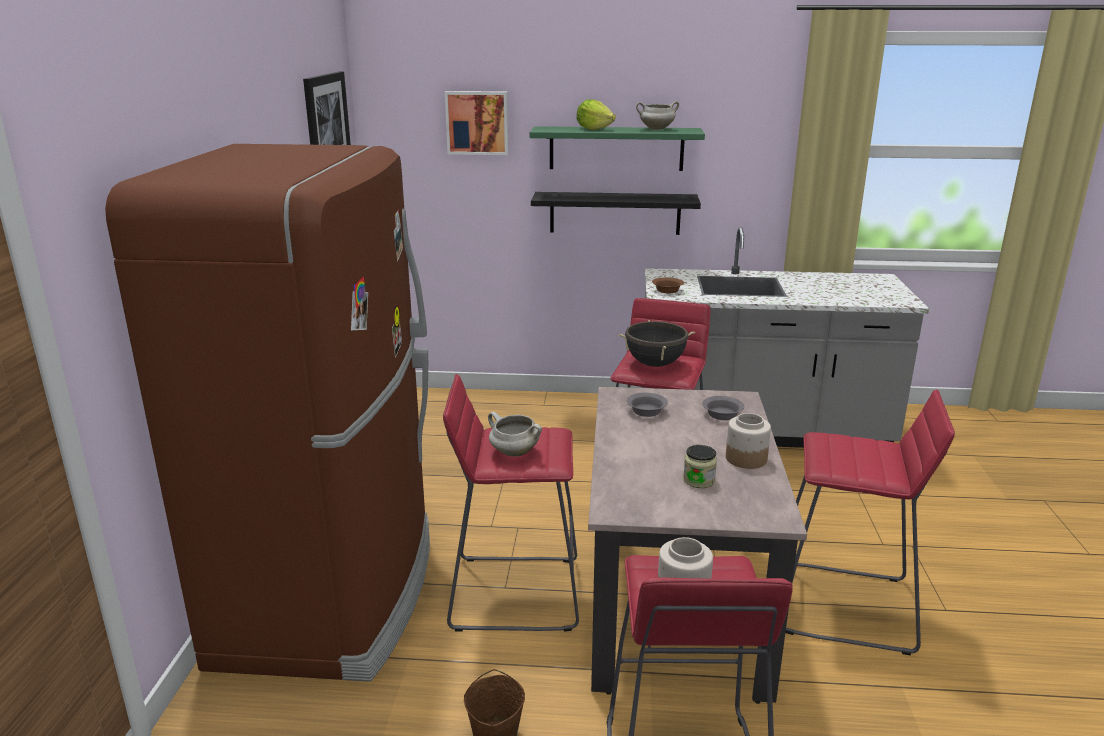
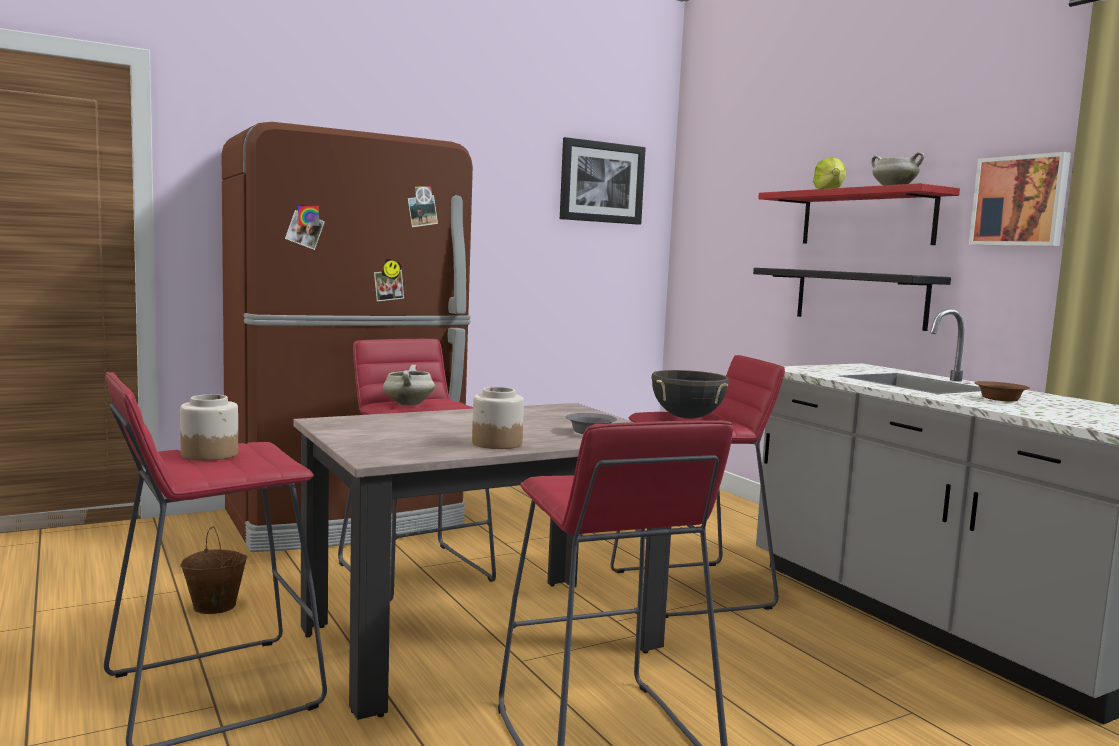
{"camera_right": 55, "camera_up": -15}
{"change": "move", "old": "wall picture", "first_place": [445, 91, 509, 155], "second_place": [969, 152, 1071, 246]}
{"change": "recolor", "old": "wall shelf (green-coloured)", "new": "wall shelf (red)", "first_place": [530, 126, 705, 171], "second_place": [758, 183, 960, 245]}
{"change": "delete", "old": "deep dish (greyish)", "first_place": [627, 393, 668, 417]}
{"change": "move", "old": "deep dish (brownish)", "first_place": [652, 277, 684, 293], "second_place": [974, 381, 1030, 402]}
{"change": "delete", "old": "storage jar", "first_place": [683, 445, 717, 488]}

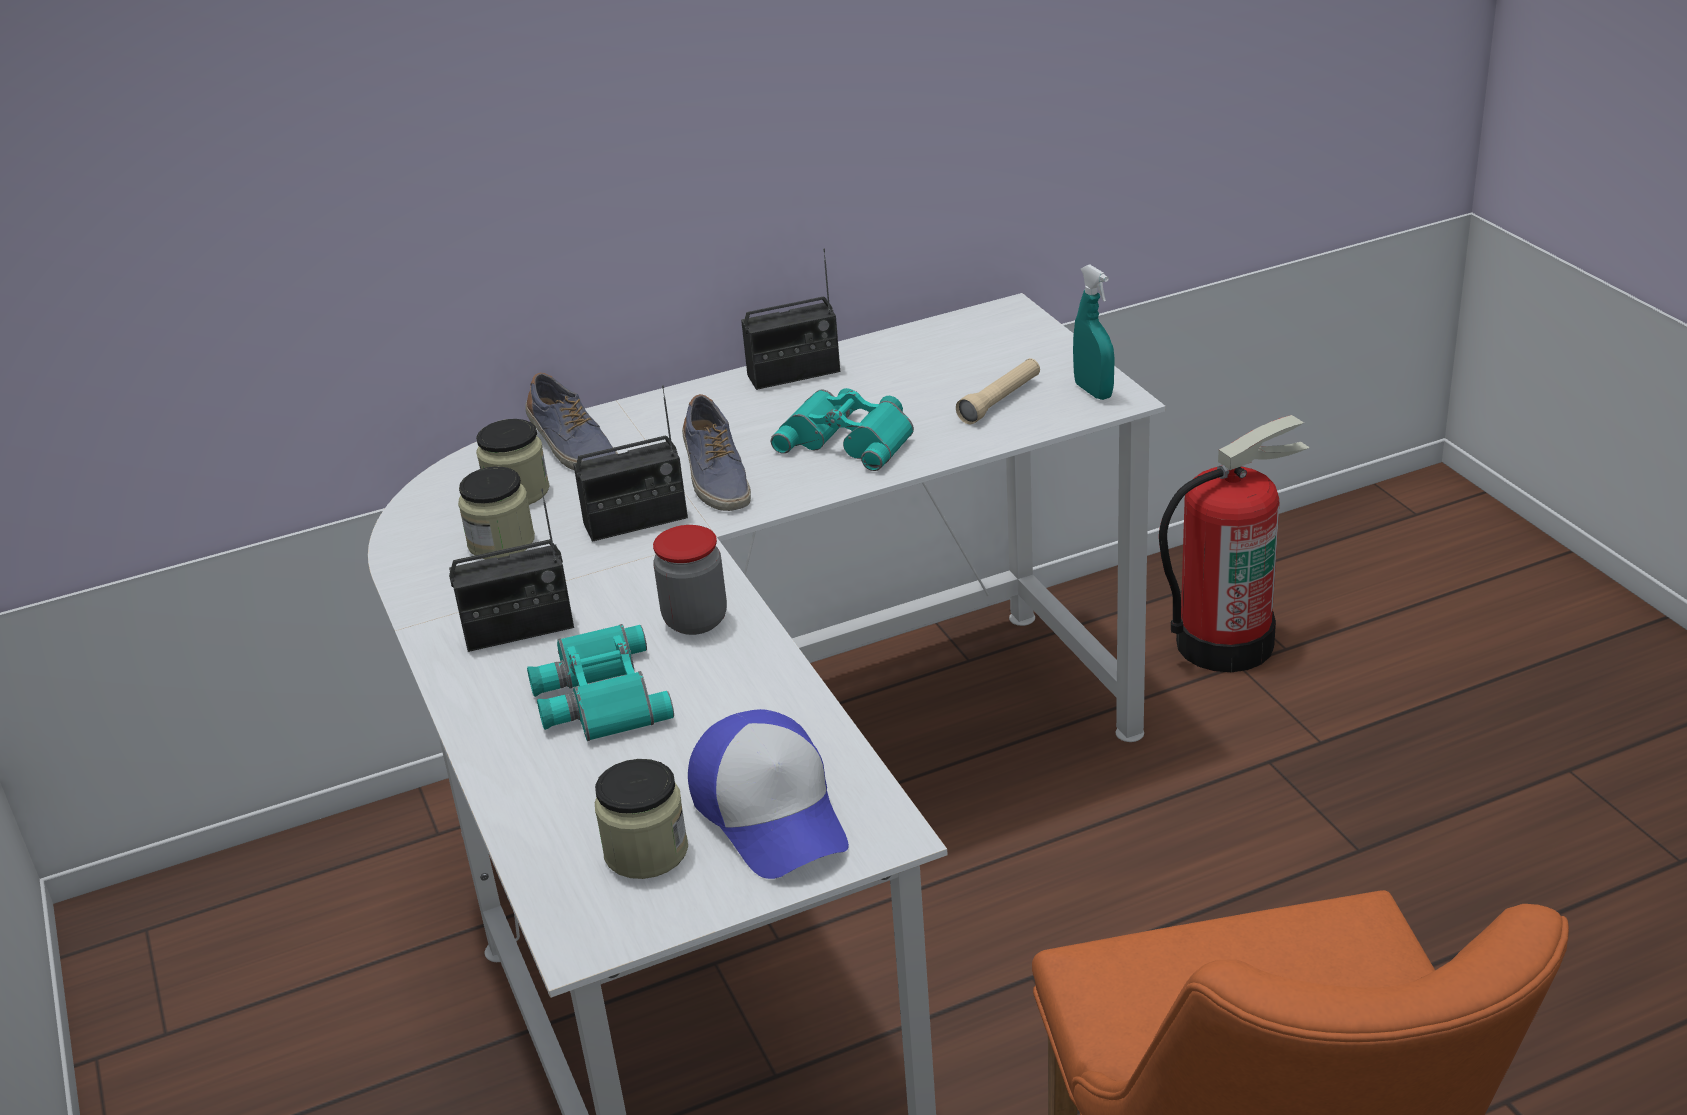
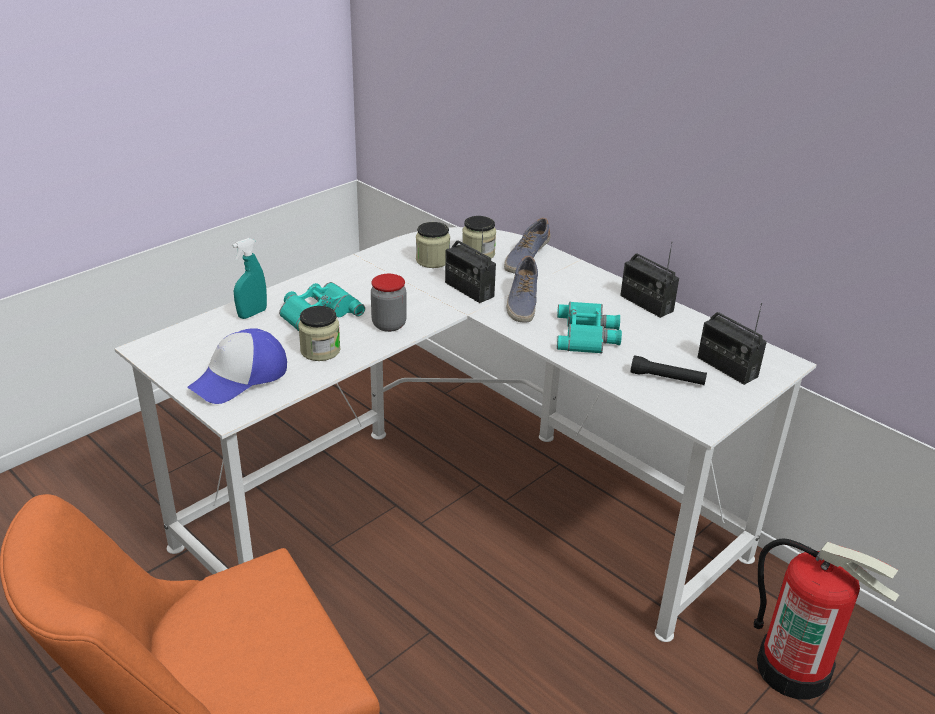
{"camera_right": 65, "camera_up": 0}
{"change": "move", "old": "radio receiver", "first_place": [449, 489, 574, 652], "second_place": [697, 303, 767, 385]}
{"change": "move", "old": "storage jar", "first_place": [595, 759, 688, 879], "second_place": [298, 306, 341, 361]}
{"change": "rotate", "old": "item of footwear", "first_place": [682, 394, 751, 511], "second_place": [506, 256, 538, 323], "degrees": -45}
{"change": "recolor", "old": "hand torch (beige-coloured)", "new": "hand torch (black-coloured)", "first_place": [956, 358, 1040, 425], "second_place": [631, 355, 707, 385]}
{"change": "move", "old": "sprayer (blue-green)", "first_place": [1073, 264, 1115, 400], "second_place": [232, 238, 267, 319]}

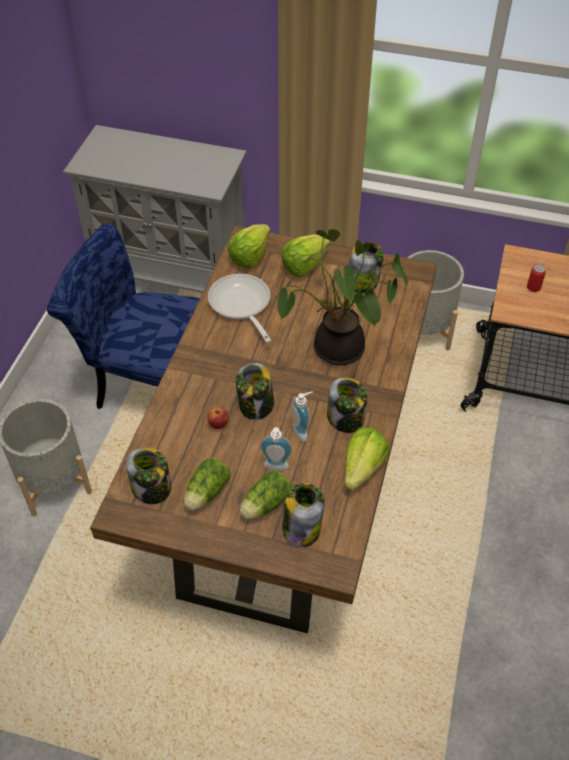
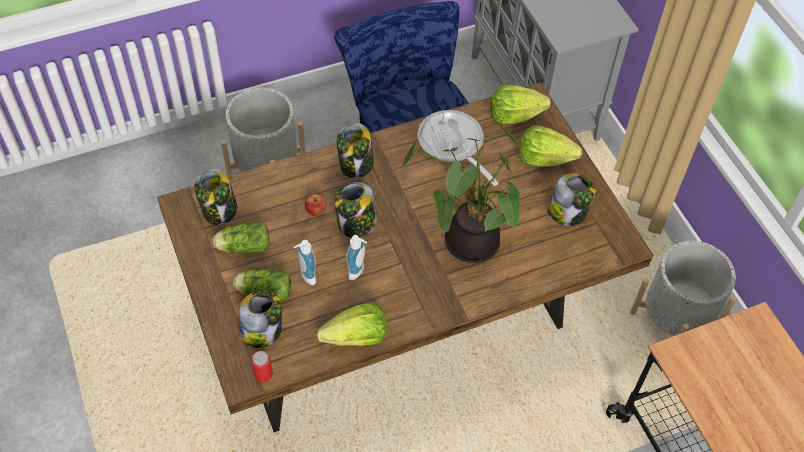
{"camera_right": 50, "camera_up": 5}
{"change": "rotate", "old": "pan", "first_place": [208, 274, 271, 343], "second_place": [418, 110, 499, 186], "degrees": -60}
{"change": "move", "old": "storage jar", "first_place": [327, 377, 367, 433], "second_place": [337, 123, 374, 179]}
{"change": "move", "old": "sealed can", "first_place": [527, 264, 546, 292], "second_place": [251, 351, 273, 382]}

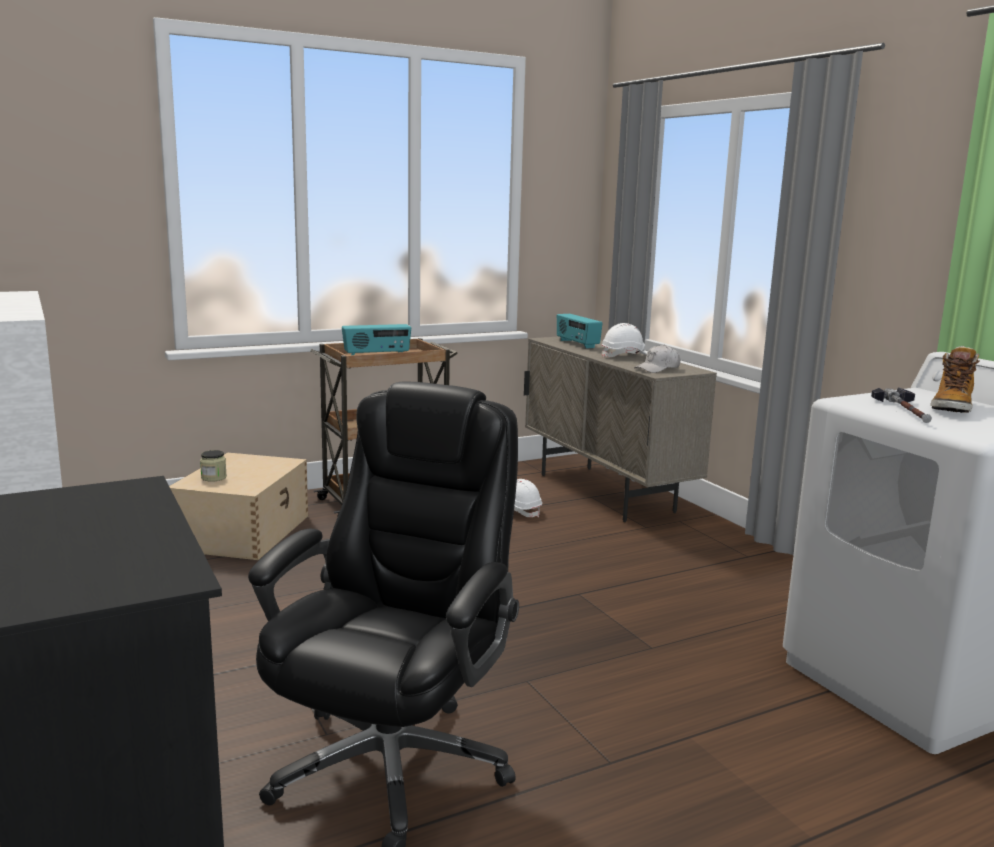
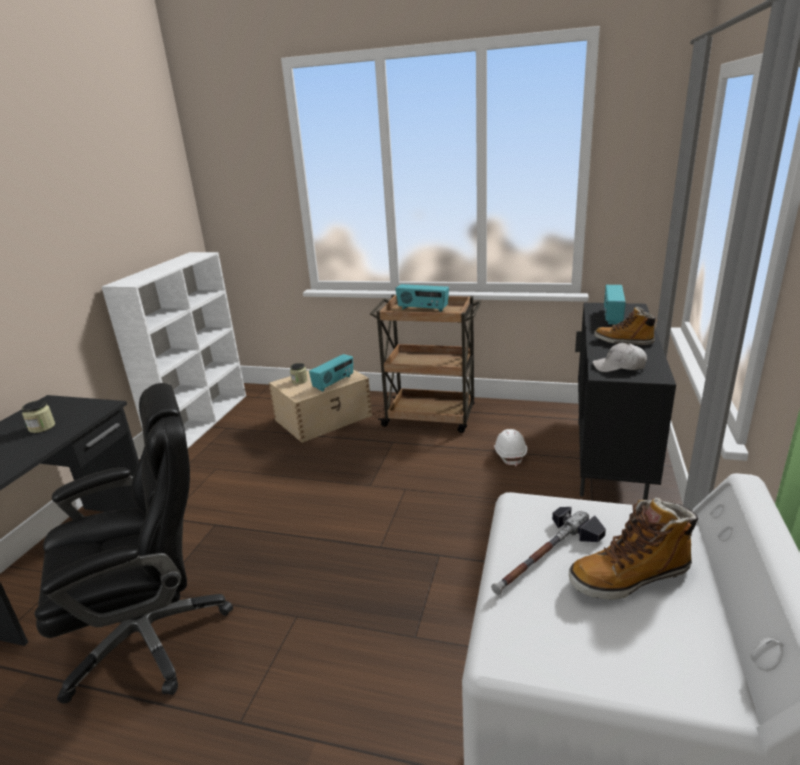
{"camera_right": 45, "camera_up": 10}
{"change": "recolor", "old": "cupboard (beige-coloured)", "new": "cupboard (black-coloured)", "first_place": [524, 337, 717, 522], "second_place": [575, 303, 676, 500]}
{"change": "replace", "old": "safety helmet (whitish)", "new": "boot", "first_place": [602, 323, 647, 358], "second_place": [594, 306, 658, 345]}
{"change": "insert", "new": "storage jar", "second_place": [22, 400, 55, 433]}
{"change": "insert", "new": "radio receiver", "second_place": [309, 354, 353, 391]}

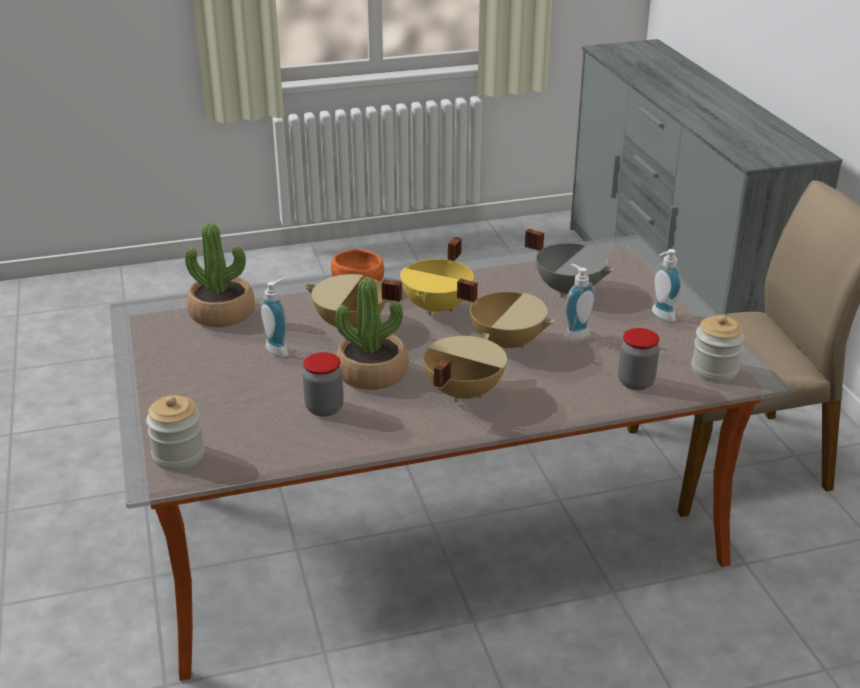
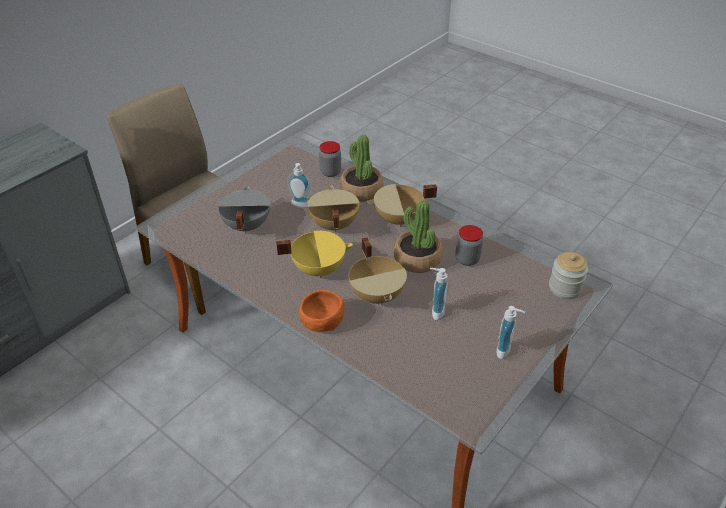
{"camera_right": -125, "camera_up": 10}
{"change": "move", "old": "potted plant", "first_place": [185, 223, 255, 327], "second_place": [340, 135, 383, 202]}
{"change": "move", "old": "soap bottle", "first_place": [652, 249, 682, 322], "second_place": [496, 306, 525, 359]}
{"change": "delete", "old": "storage jar", "first_place": [691, 315, 744, 382]}

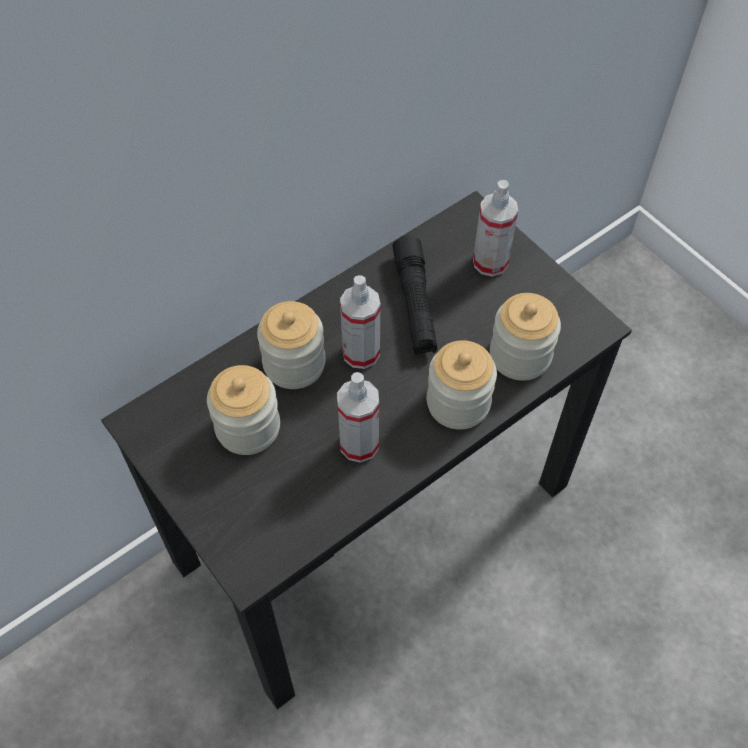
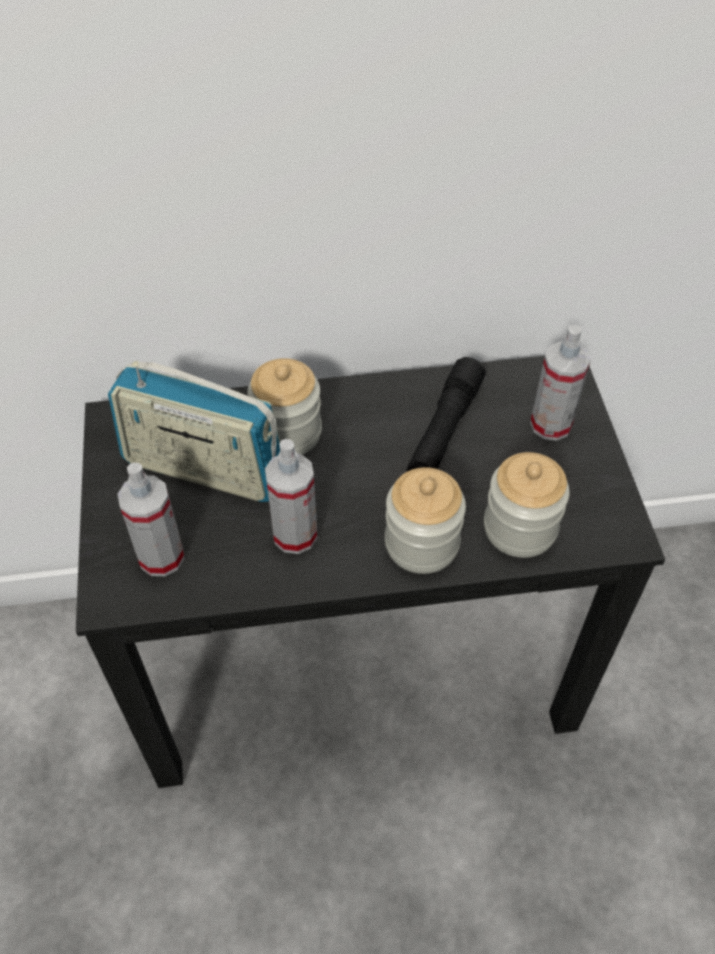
{"camera_right": 30, "camera_up": -5}
{"change": "replace", "old": "storage jar", "new": "radio receiver", "first_place": [207, 365, 280, 455], "second_place": [108, 361, 280, 502]}
{"change": "move", "old": "sprayer", "first_place": [340, 275, 380, 369], "second_place": [118, 462, 185, 576]}

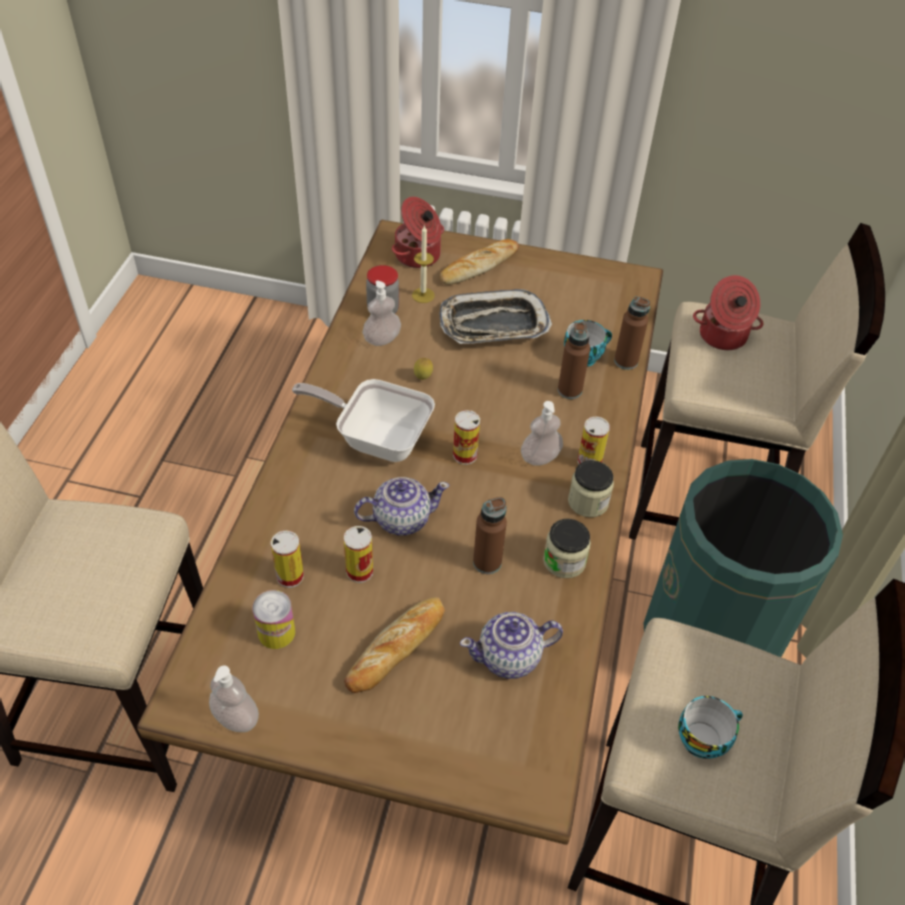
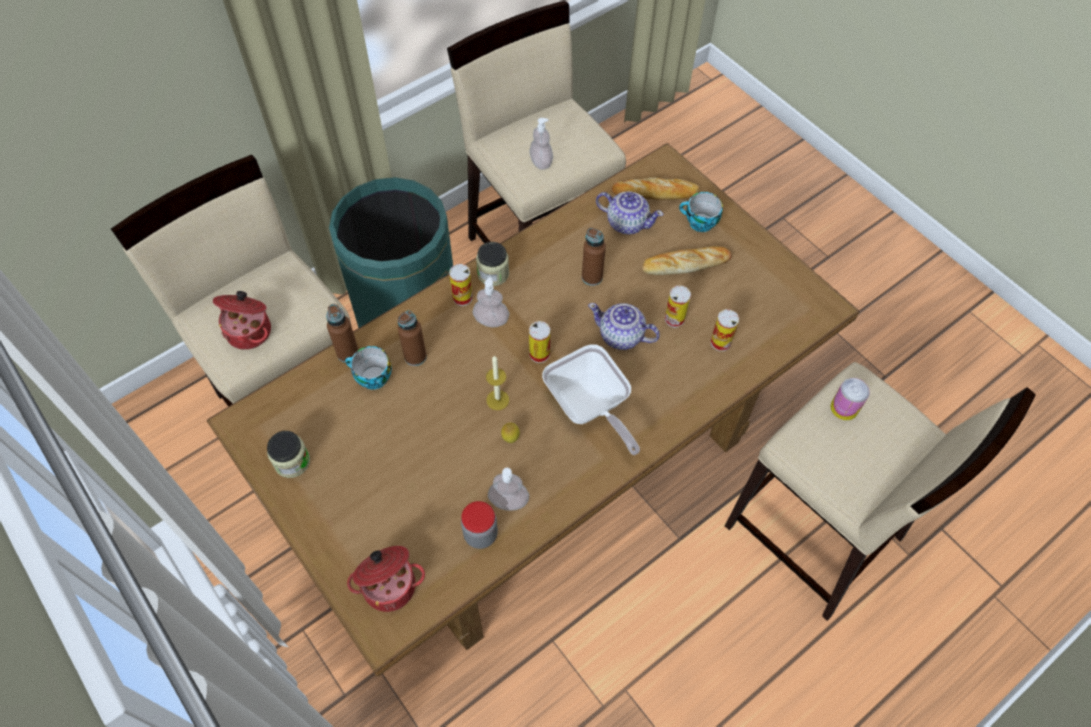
{"camera_right": -140, "camera_up": 10}
{"change": "move", "old": "soap bottle", "first_place": [209, 666, 259, 732], "second_place": [529, 118, 553, 170]}
{"change": "move", "old": "sealed can", "first_place": [252, 590, 295, 649], "second_place": [831, 378, 870, 420]}
{"change": "move", "old": "wax candle", "first_place": [412, 225, 435, 303], "second_place": [486, 355, 509, 410]}
{"change": "move", "old": "bakery bread", "first_place": [440, 239, 519, 285], "second_place": [612, 177, 700, 200]}
{"change": "delete", "old": "serving tray", "first_place": [440, 289, 552, 344]}
{"change": "move", "old": "storage jar", "first_place": [543, 519, 591, 578], "second_place": [267, 431, 310, 478]}
{"change": "move", "old": "small cup", "first_place": [678, 696, 743, 759], "second_place": [679, 192, 723, 232]}

